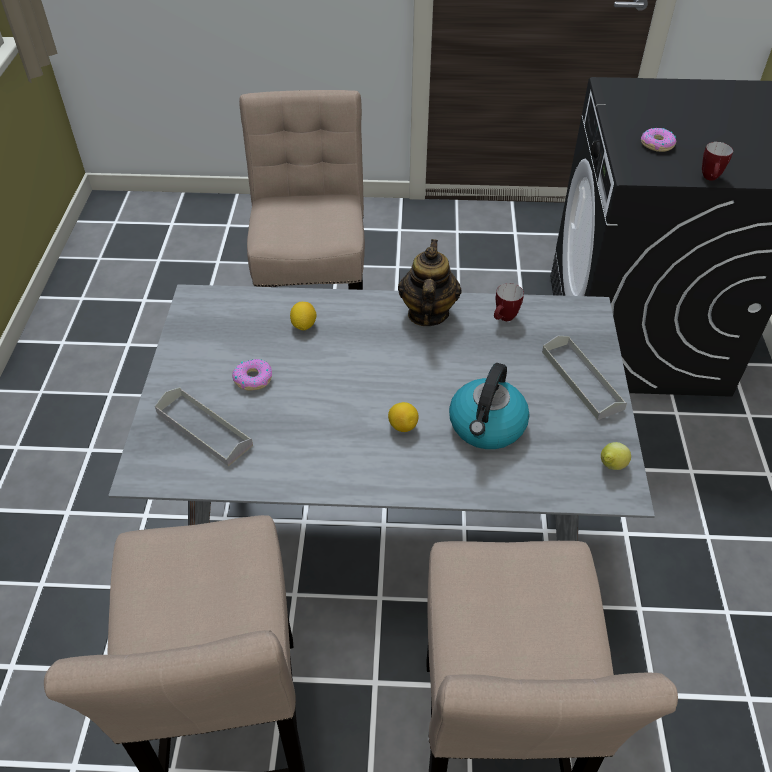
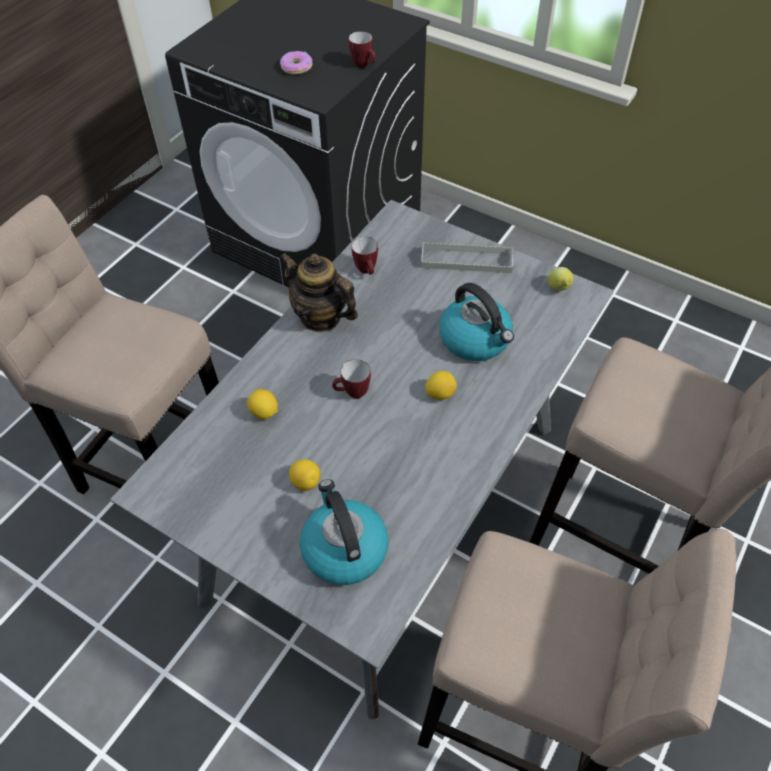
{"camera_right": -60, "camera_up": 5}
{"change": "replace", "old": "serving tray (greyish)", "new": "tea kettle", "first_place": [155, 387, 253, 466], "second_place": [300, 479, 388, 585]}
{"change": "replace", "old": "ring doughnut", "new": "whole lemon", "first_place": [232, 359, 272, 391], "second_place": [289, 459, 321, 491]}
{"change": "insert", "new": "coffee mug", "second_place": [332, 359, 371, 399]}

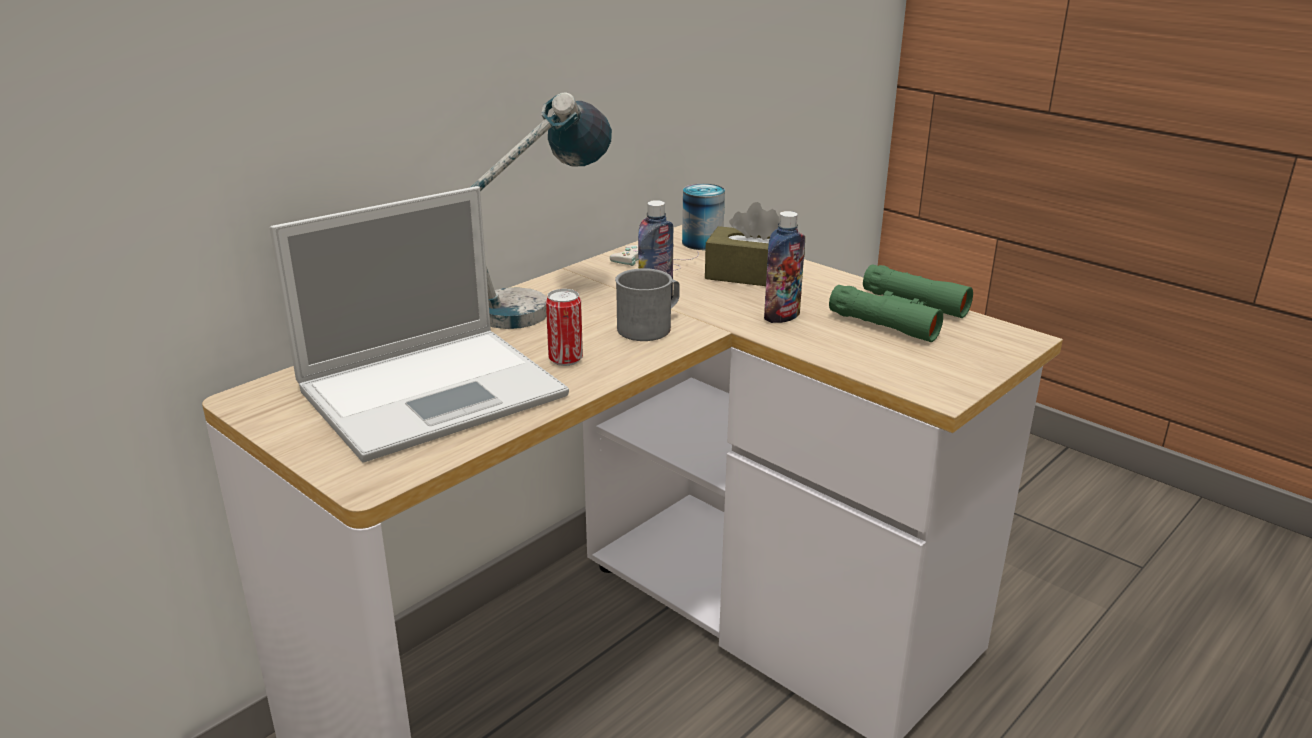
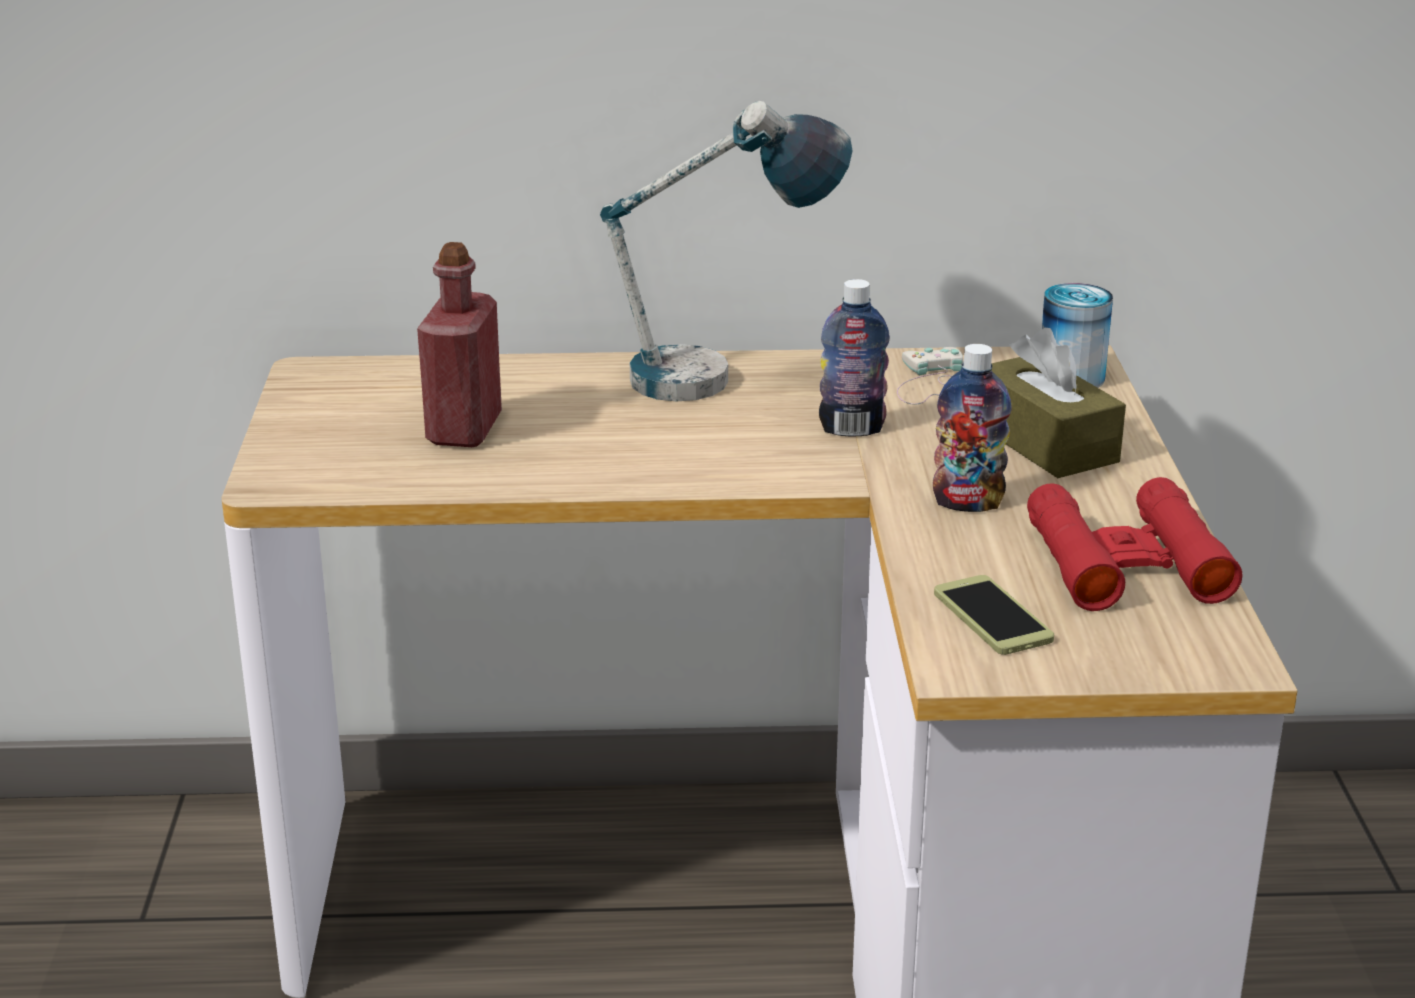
{"camera_right": 45, "camera_up": 0}
{"change": "replace", "old": "portable computer", "new": "drink bottle (red)", "first_place": [270, 186, 569, 463], "second_place": [417, 242, 502, 447]}
{"change": "delete", "old": "sealed can", "first_place": [546, 289, 583, 366]}
{"change": "delete", "old": "coffee mug (greyish)", "first_place": [615, 268, 680, 341]}
{"change": "recolor", "old": "field glasses (green-coloured)", "new": "field glasses (red)", "first_place": [829, 264, 973, 342], "second_place": [1027, 477, 1242, 611]}
{"change": "insert", "new": "phone", "second_place": [934, 575, 1054, 655]}

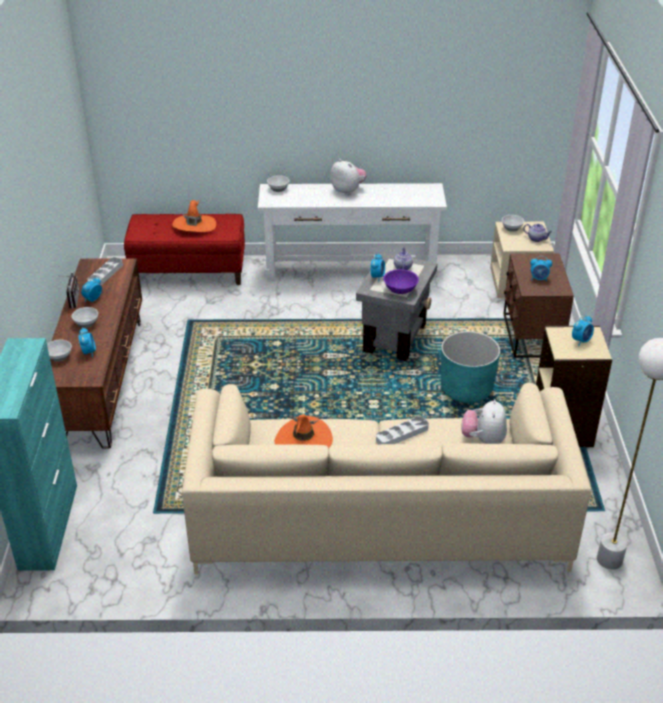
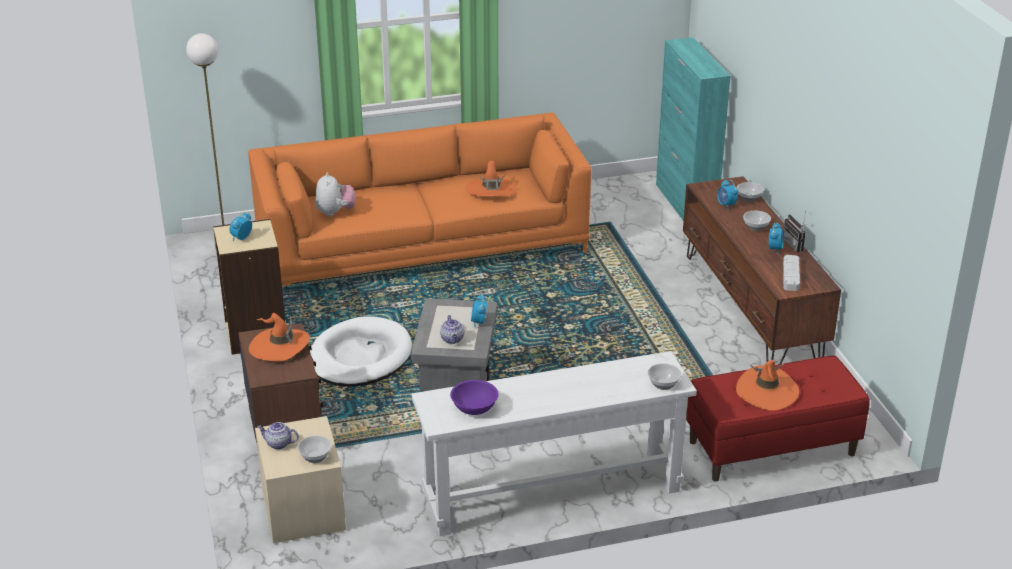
{"camera_right": 165, "camera_up": -5}
{"change": "recolor", "old": "sofa (beige-coloured)", "new": "sofa (orangey)", "first_place": [182, 383, 591, 574], "second_place": [248, 112, 591, 286]}
{"change": "delete", "old": "soft toy", "first_place": [330, 159, 367, 195]}
{"change": "delete", "old": "serving tray (greyish)", "first_place": [376, 416, 429, 444]}
{"change": "move", "old": "deep dish (purple-coloured)", "first_place": [383, 269, 419, 294], "second_place": [450, 380, 499, 415]}
{"change": "replace", "old": "plant pot (blue-green)", "new": "pet bed (whitish)", "first_place": [441, 331, 500, 403], "second_place": [310, 316, 412, 387]}
{"change": "replace", "old": "bedside clock", "new": "clothing hat (orangey)", "first_place": [531, 256, 552, 281], "second_place": [249, 313, 310, 361]}

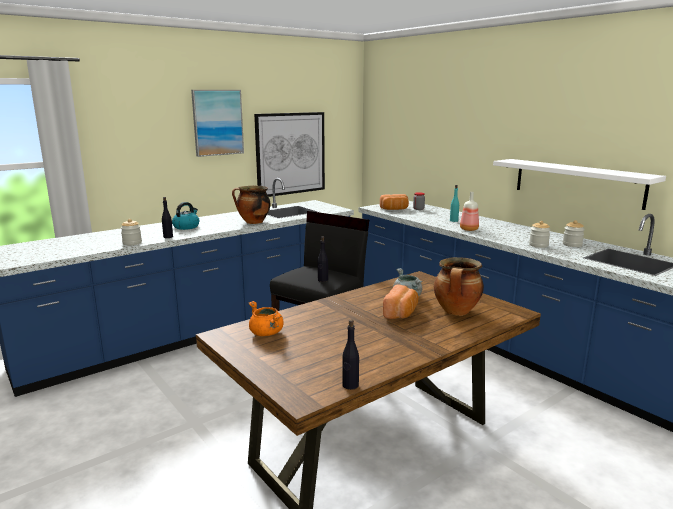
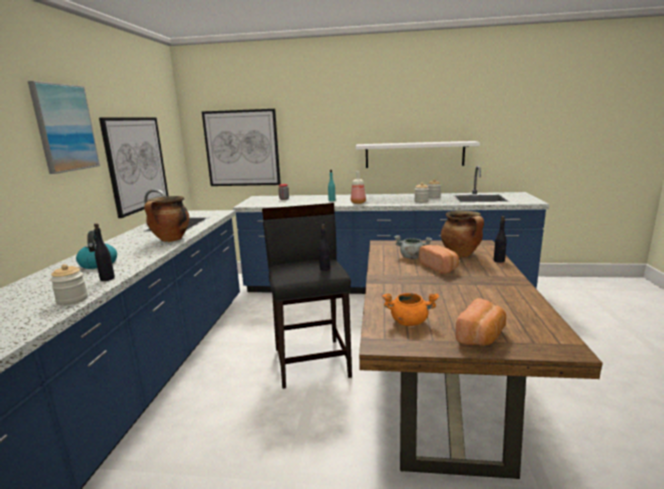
{"camera_right": -45, "camera_up": 0}
{"change": "move", "old": "drink bottle (black-coloured)", "first_place": [342, 320, 359, 390], "second_place": [494, 216, 507, 263]}
{"change": "move", "old": "bakery bread", "first_place": [380, 194, 409, 210], "second_place": [456, 298, 506, 346]}
{"change": "insert", "new": "wall picture", "second_place": [202, 109, 281, 186]}

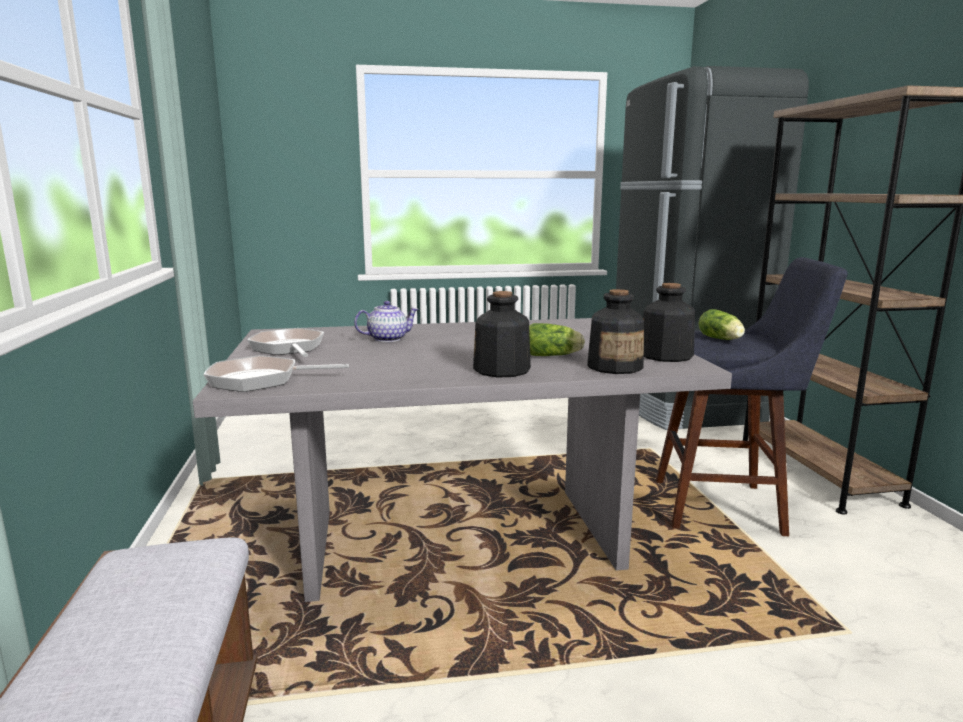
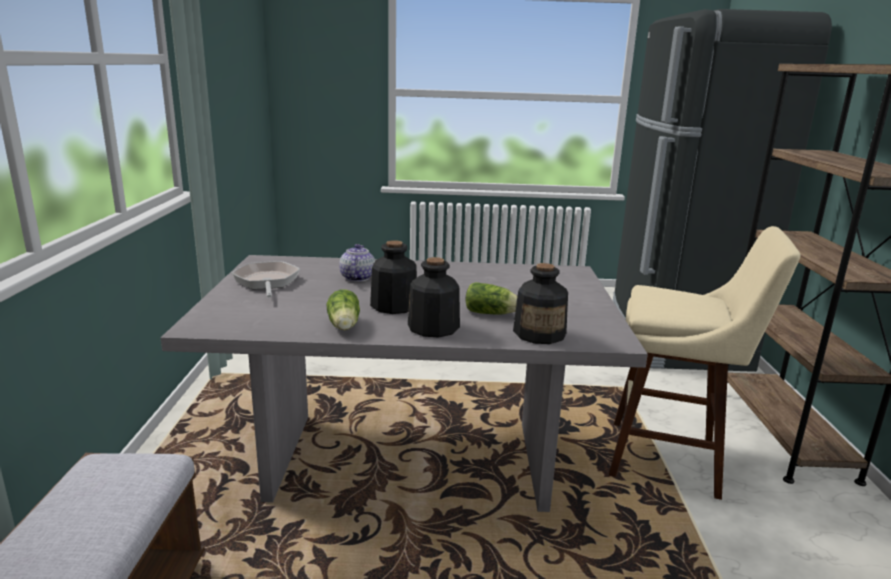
{"camera_right": 10, "camera_up": 5}
{"change": "delete", "old": "pan", "first_place": [204, 355, 349, 392]}
{"change": "rotate", "old": "teapot", "first_place": [354, 301, 419, 342], "second_place": [339, 244, 375, 282], "degrees": -75}
{"change": "move", "old": "drink bottle", "first_place": [643, 283, 695, 362], "second_place": [370, 240, 417, 314]}
{"change": "recolor", "old": "stool (blue-coloured)", "new": "stool (beige-coloured)", "first_place": [656, 257, 848, 536], "second_place": [609, 226, 801, 500]}
{"change": "move", "old": "lettuce", "first_place": [699, 309, 745, 340], "second_place": [326, 289, 360, 330]}

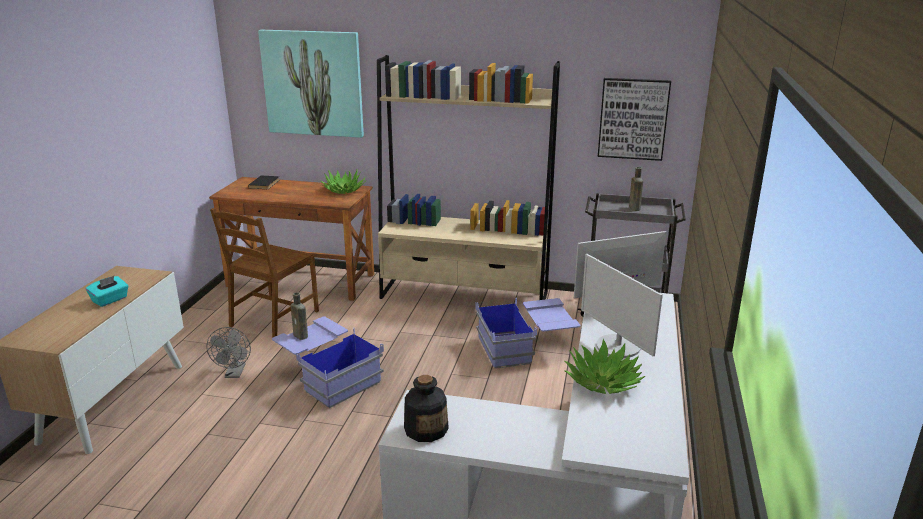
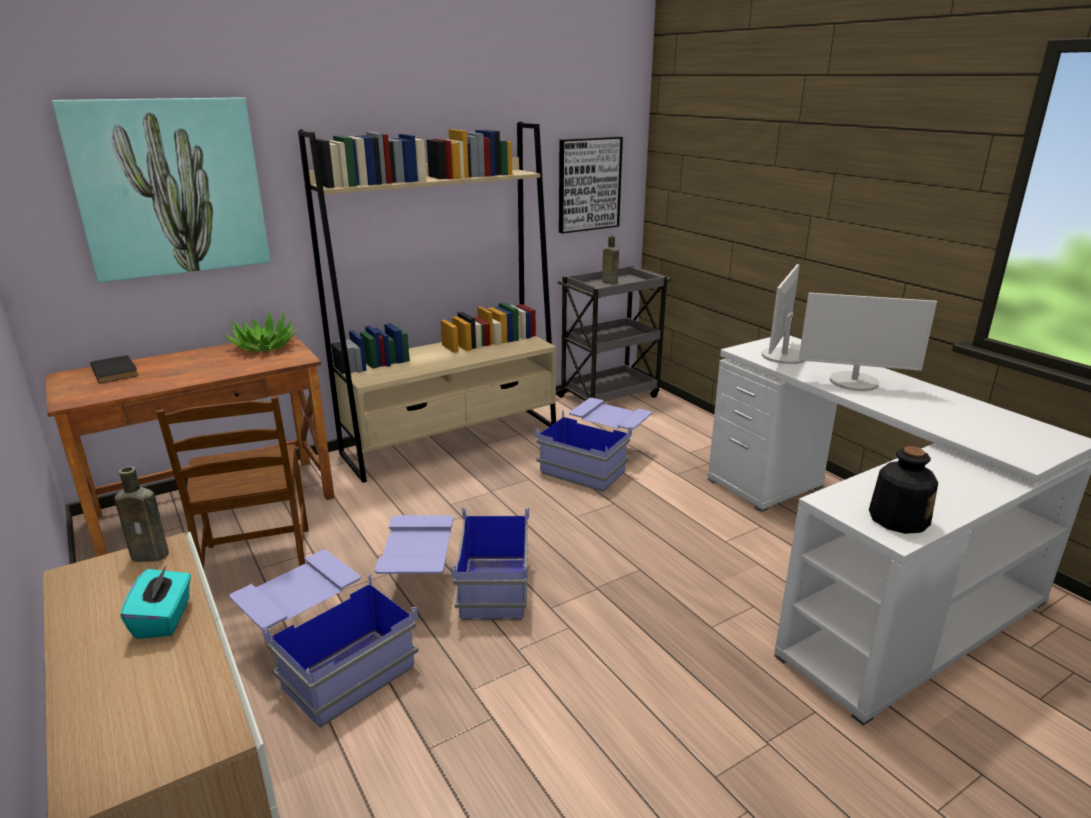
{"camera_right": -45, "camera_up": 0}
{"change": "replace", "old": "fan (greyish)", "new": "storage container (blue-coloured)", "first_place": [206, 327, 251, 378], "second_place": [229, 550, 418, 728]}
{"change": "move", "old": "drink bottle (brownish)", "first_place": [291, 292, 308, 340], "second_place": [114, 466, 169, 562]}
{"change": "delete", "old": "potted plant", "first_place": [564, 339, 646, 394]}

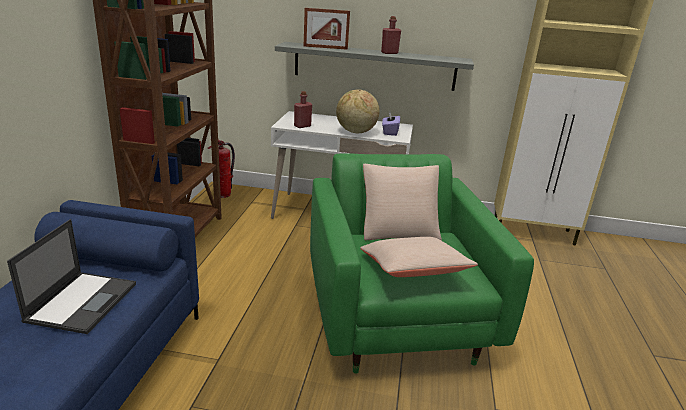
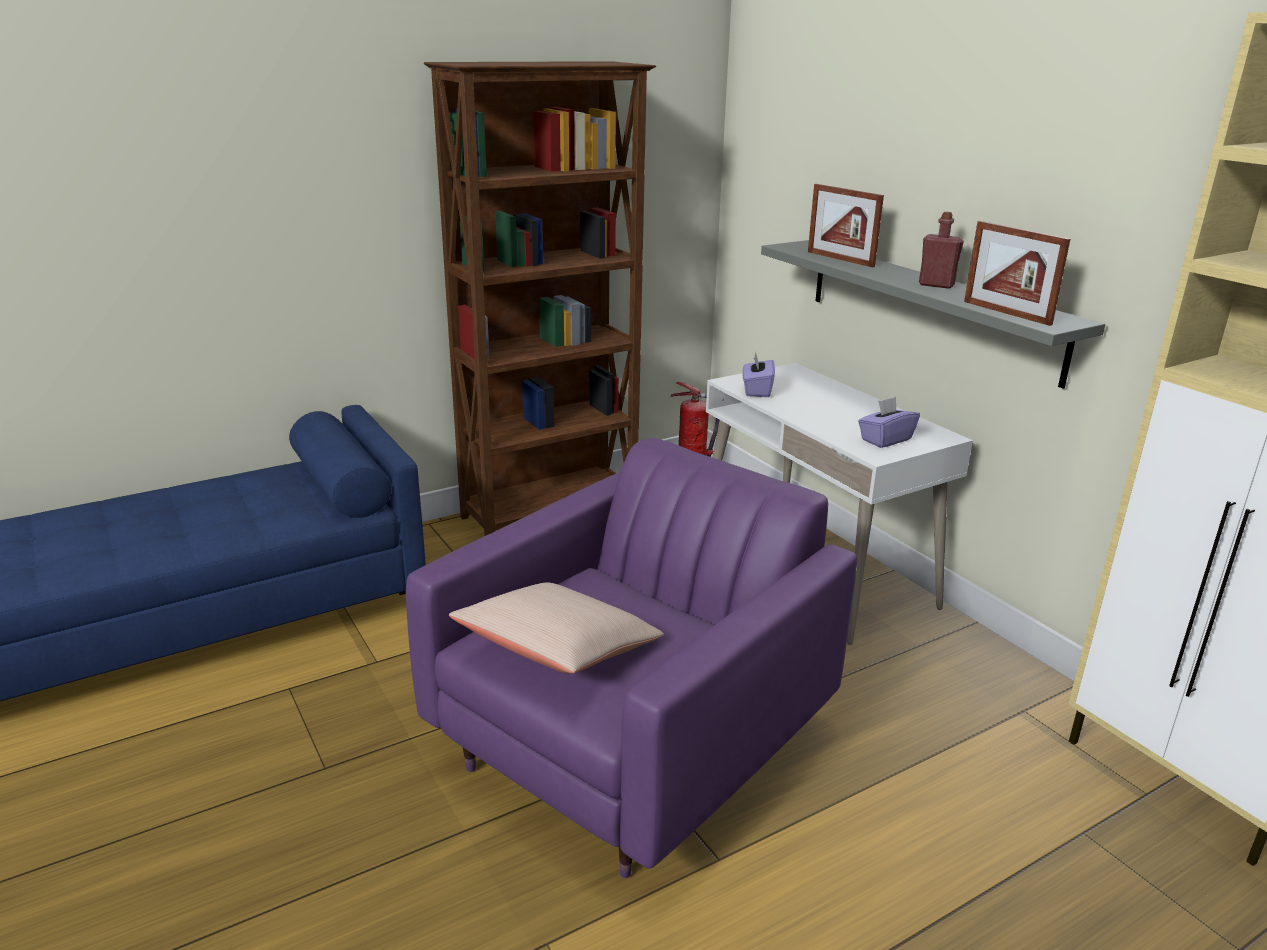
{"camera_right": 50, "camera_up": 0}
{"change": "delete", "old": "portable computer", "first_place": [7, 219, 136, 334]}
{"change": "replace", "old": "drink bottle (red)", "new": "tissue box (purple-coloured)", "first_place": [294, 91, 312, 128], "second_place": [743, 352, 775, 397]}
{"change": "recolor", "old": "easy chair (green-coloured)", "new": "easy chair (purple-coloured)", "first_place": [310, 153, 534, 373], "second_place": [406, 438, 857, 878]}
{"change": "delete", "old": "world globe", "first_place": [336, 90, 380, 133]}
{"change": "delete", "old": "cushion (beige-coloured)", "first_place": [363, 164, 442, 240]}
{"change": "insert", "new": "picture frame", "second_place": [964, 221, 1070, 326]}

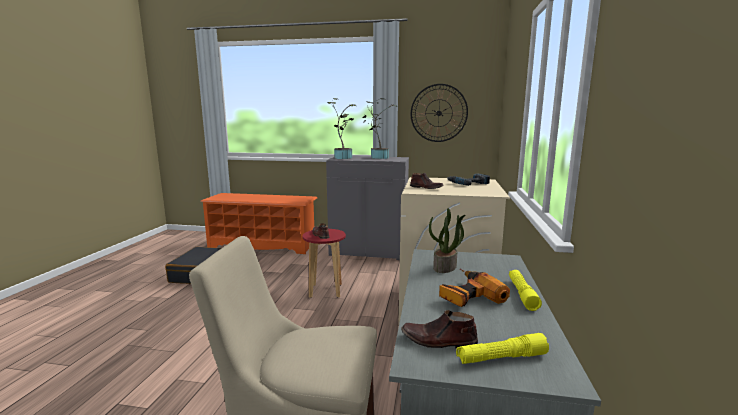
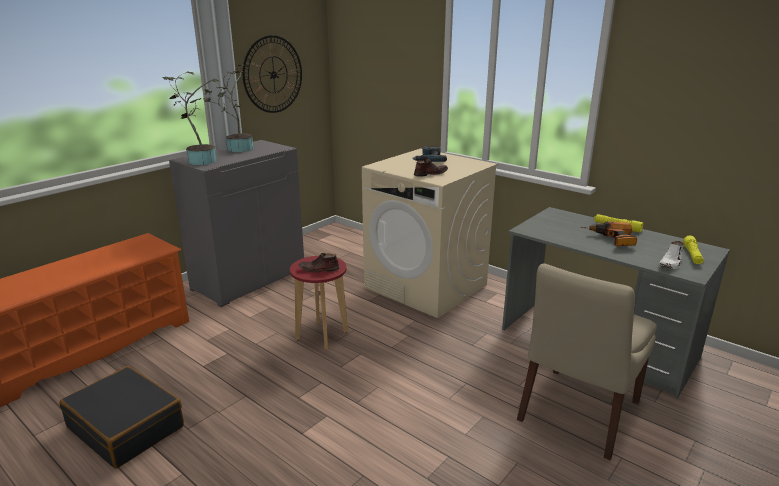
{"camera_right": -60, "camera_up": 10}
{"change": "recolor", "old": "item of footwear (brownish)", "new": "item of footwear (whitish)", "first_place": [401, 310, 478, 349], "second_place": [659, 241, 684, 269]}
{"change": "delete", "old": "potted plant", "first_place": [429, 208, 466, 273]}

